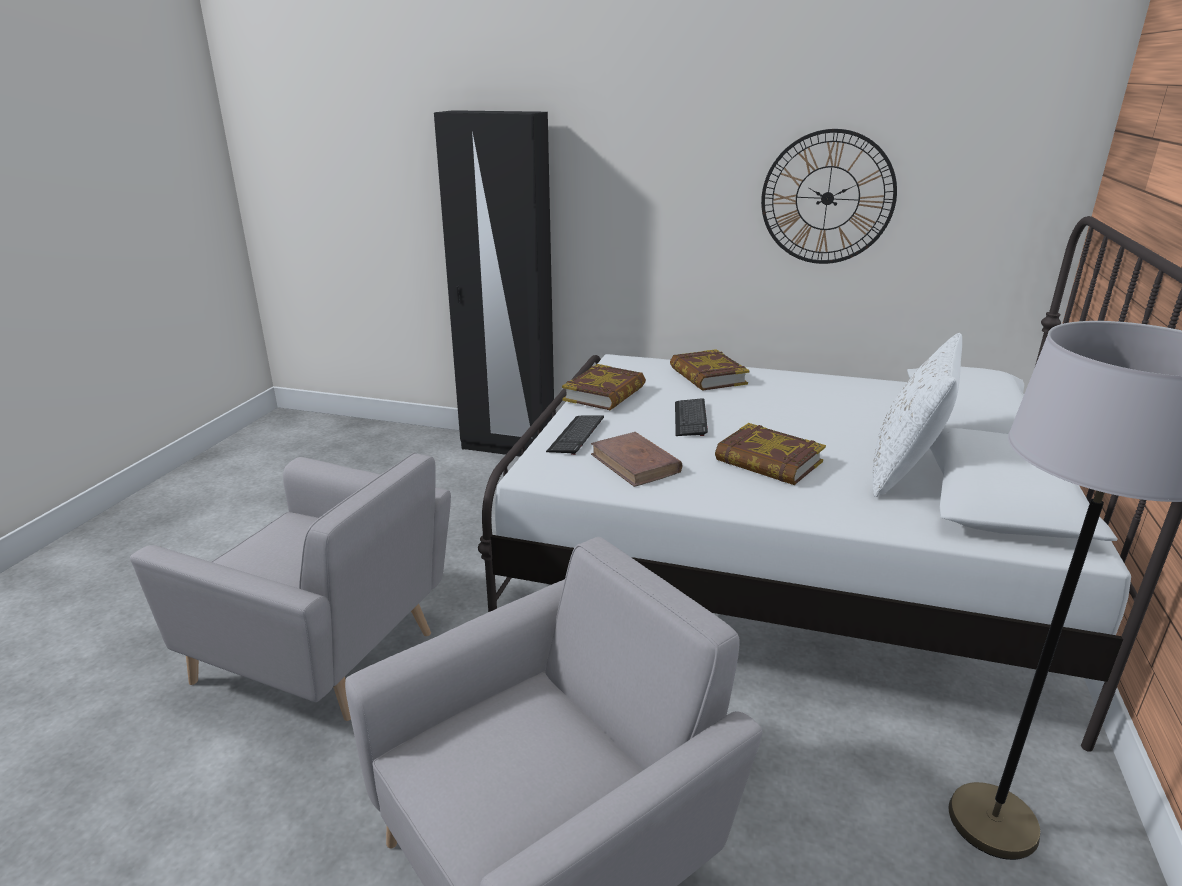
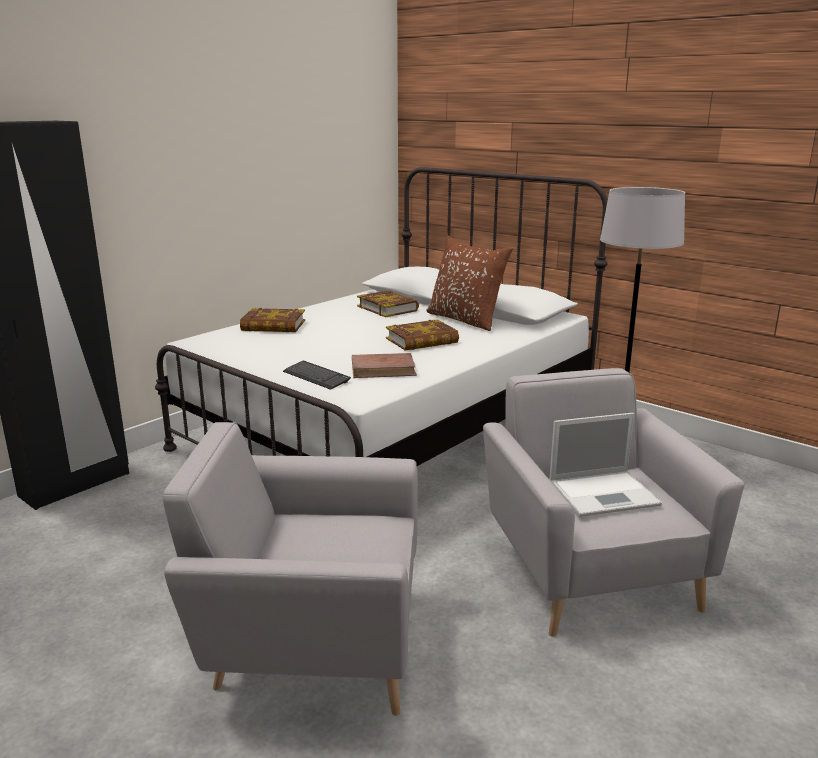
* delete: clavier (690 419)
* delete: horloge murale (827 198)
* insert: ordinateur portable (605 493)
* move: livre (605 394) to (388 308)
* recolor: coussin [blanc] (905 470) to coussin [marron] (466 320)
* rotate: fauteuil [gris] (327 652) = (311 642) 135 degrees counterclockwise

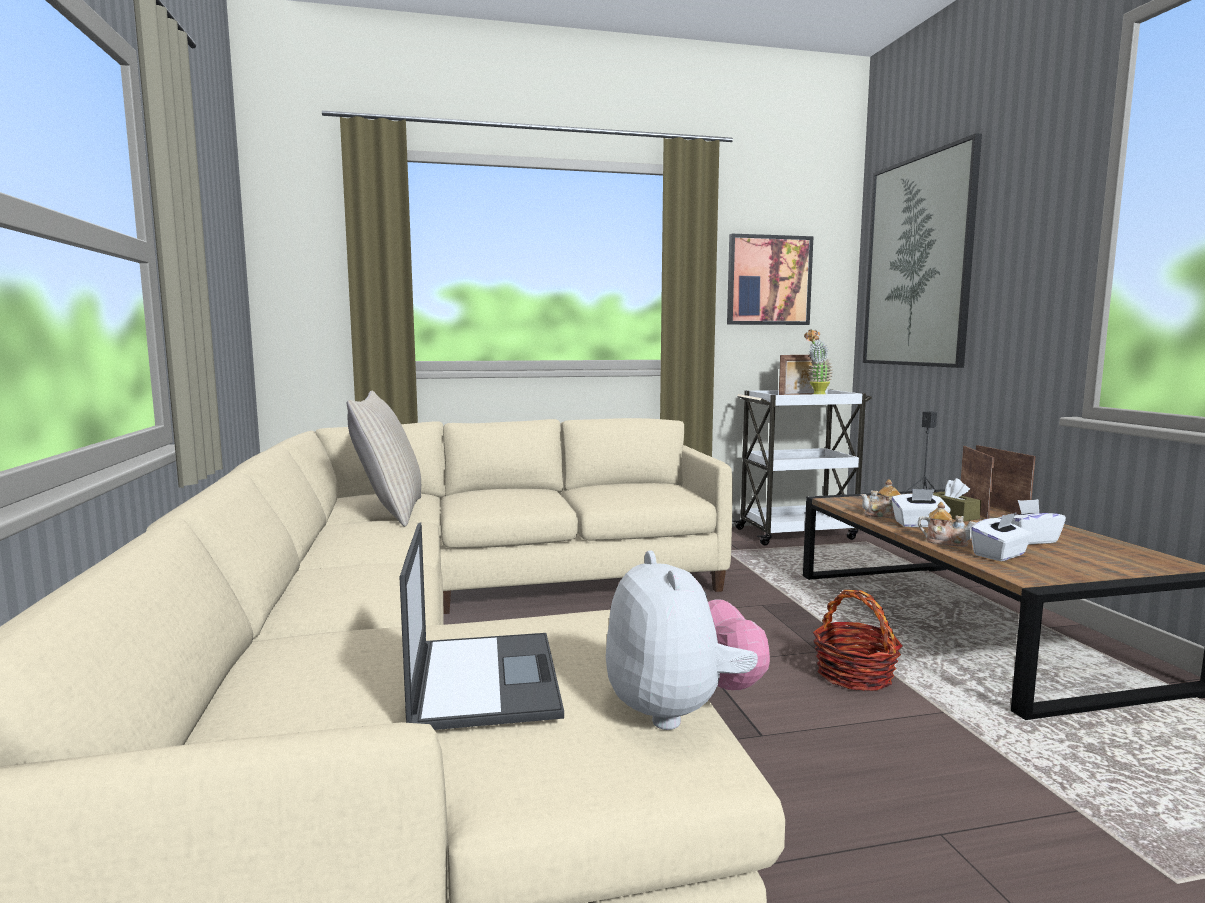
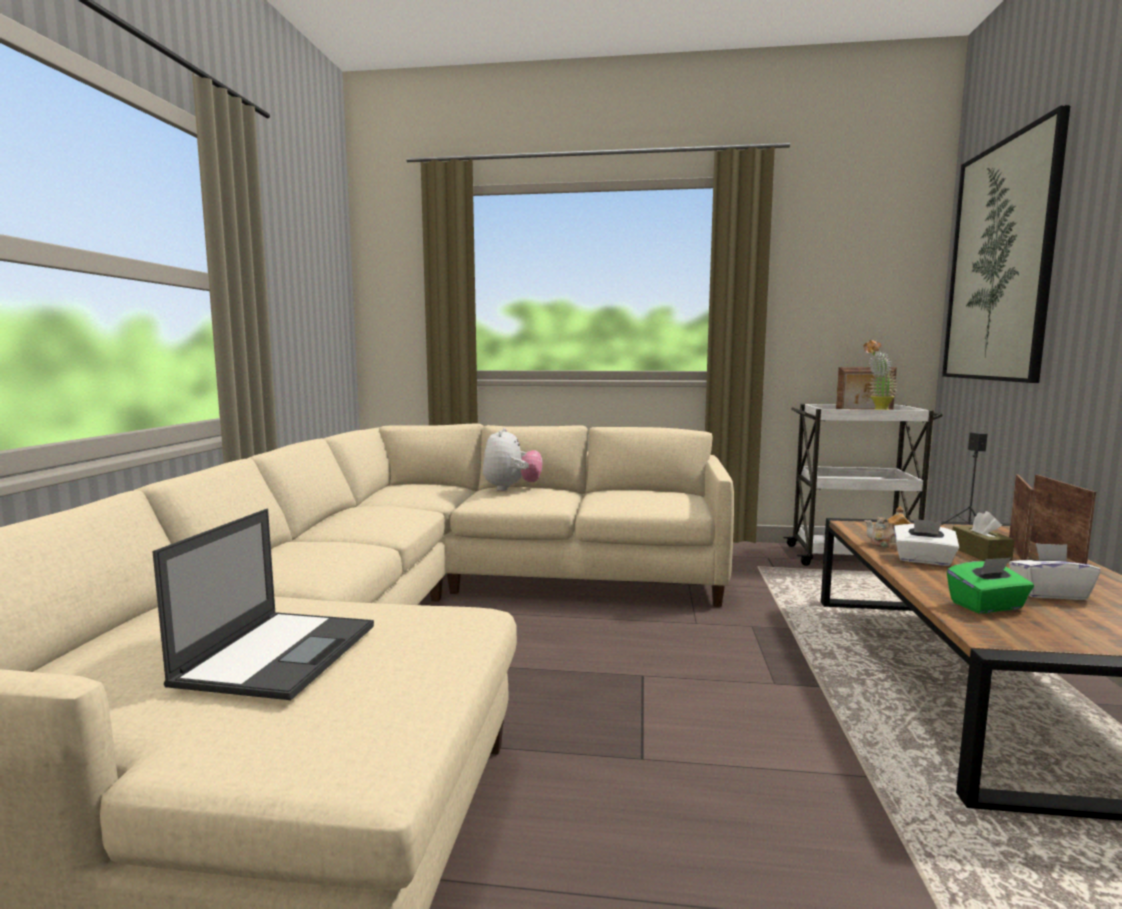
* delete: coussin [beige] (390 512)
* delete: tableau (768 280)
* delete: panier (854 675)
* delete: théière (945 542)
* move: peluche (681 711) to (511 488)
* recolor: boîte à mouchoirs [blanc] (1000 555) to boîte à mouchoirs [vert] (987 606)

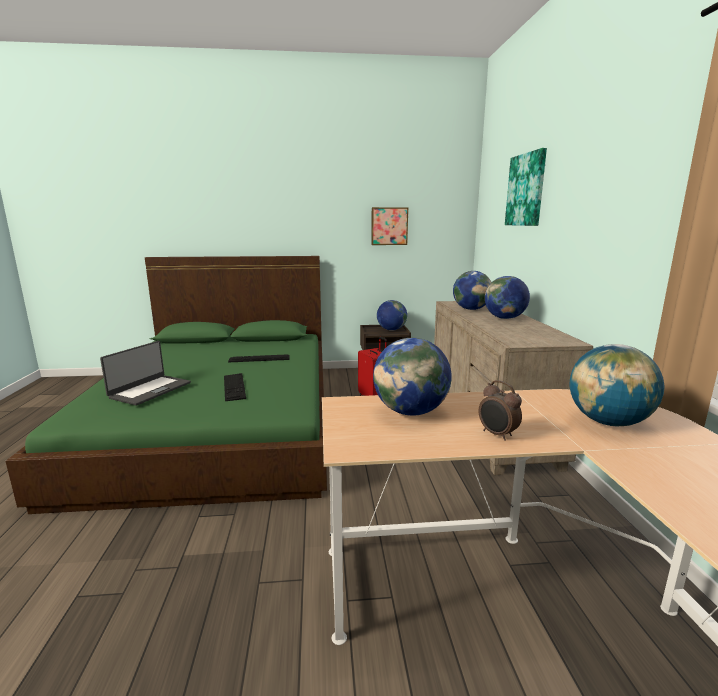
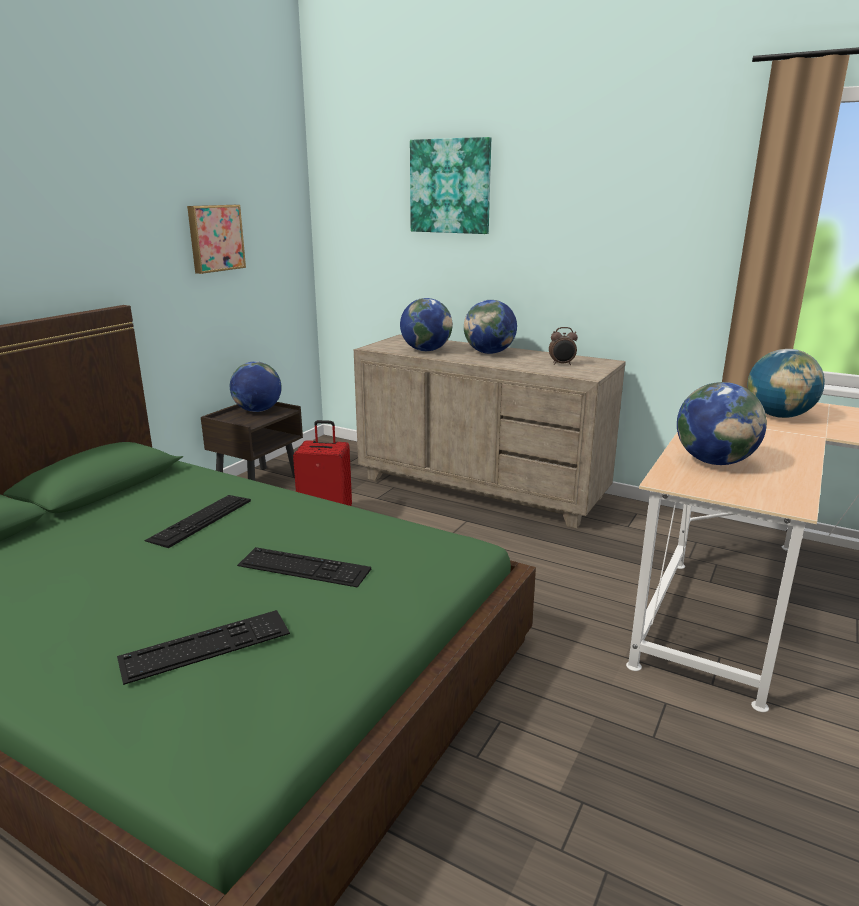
* move: réveil (497 435) to (562 364)
* replace: ordinateur portable (150 390) to clavier (206 646)

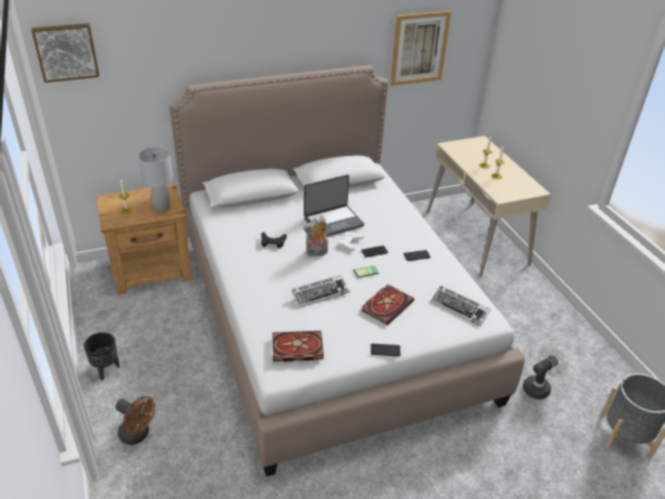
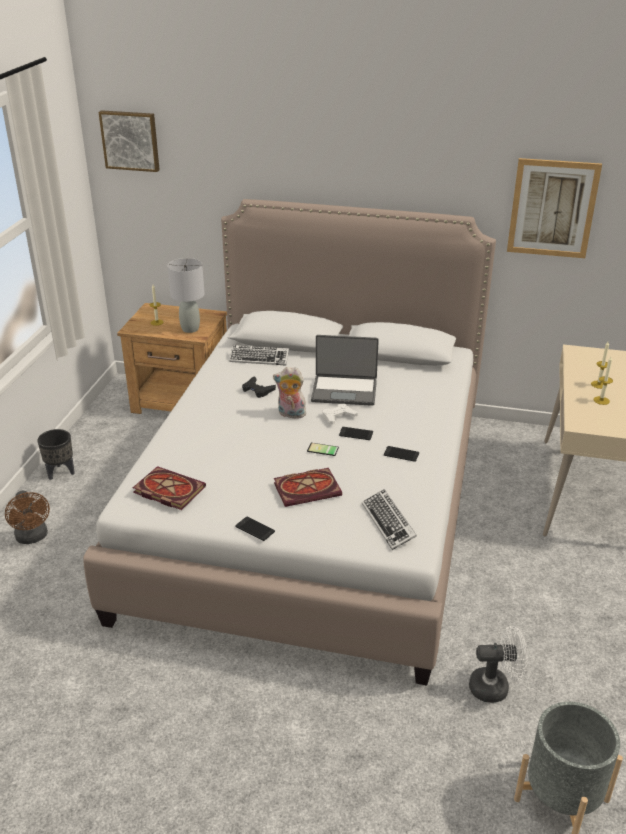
* move: clavier (320 293) to (259 358)

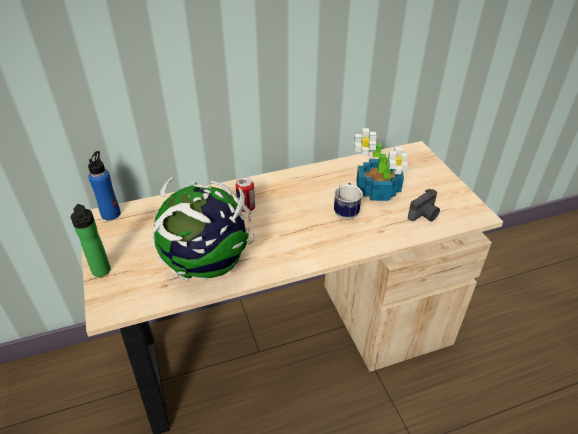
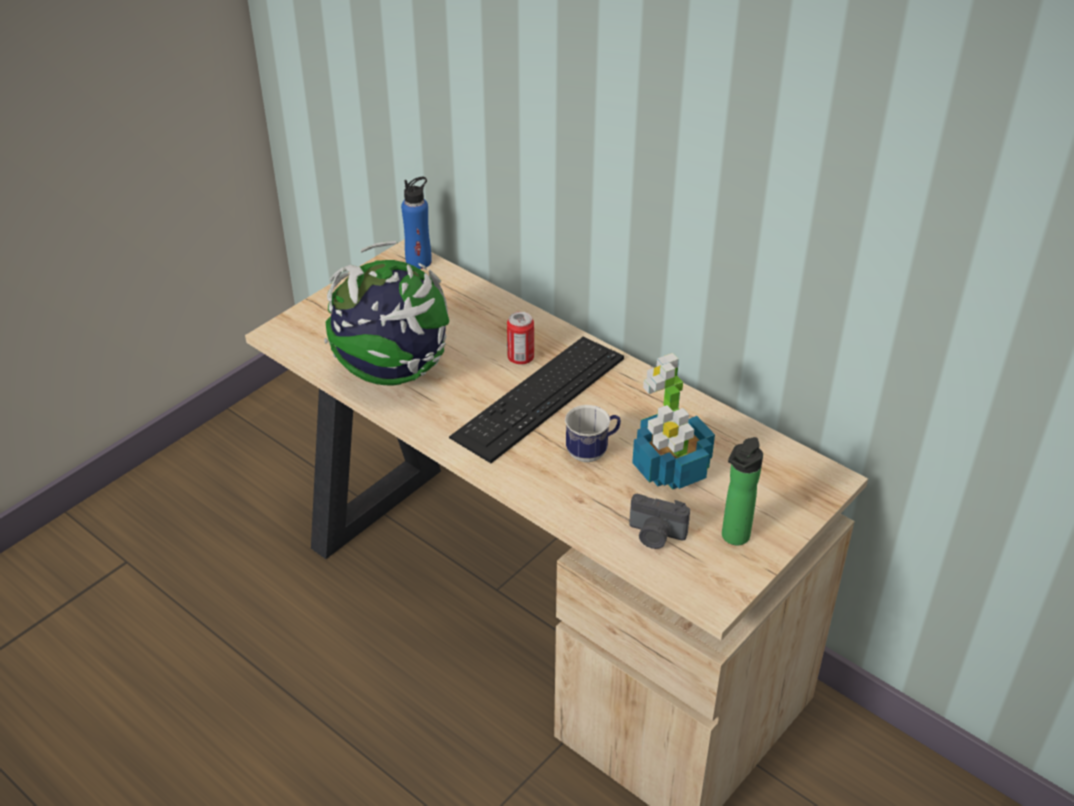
* insert: clavier (539 397)
* move: bouteille (102 272) to (733 538)

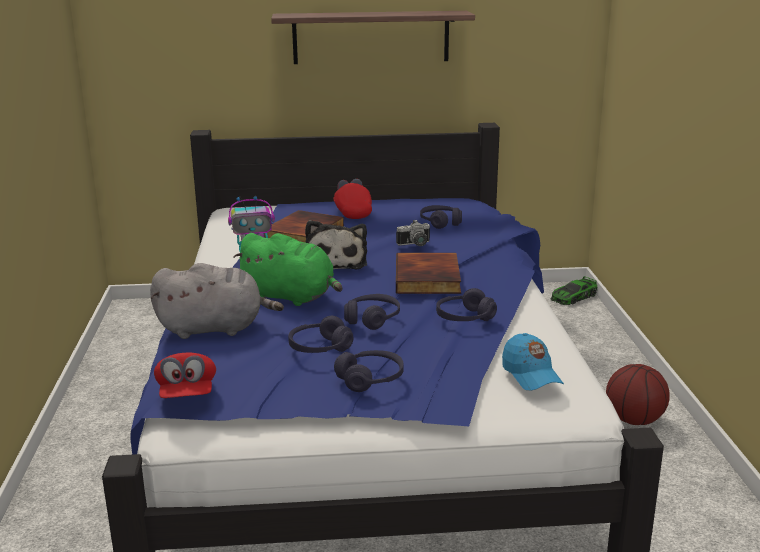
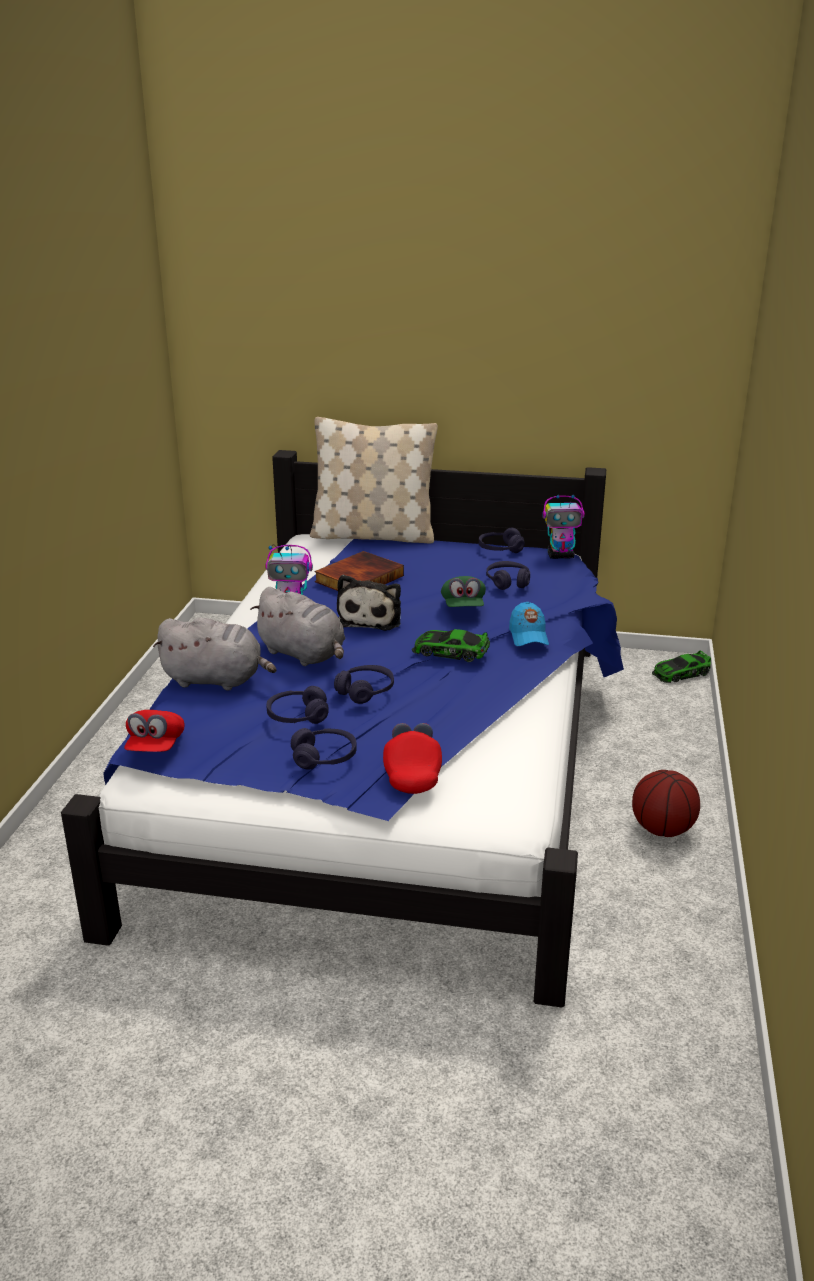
* delete: étagère (371 37)
* insert: coussin [beige] (373 535)
* insert: robot jouet (561 556)
* move: casquette [rouge] (352 212) to (412 773)
* move: casque audio [violet] (464 318) to (500 549)
* move: casquette [bleu] (531 375) to (528 636)
* replace: appareil photo (415 244) to casquette [vert] (463 607)
* replace: livre (429 278) to petite voiture (450 651)
* recolor: peluche [vert] (291 297) to peluche [gris] (304 654)

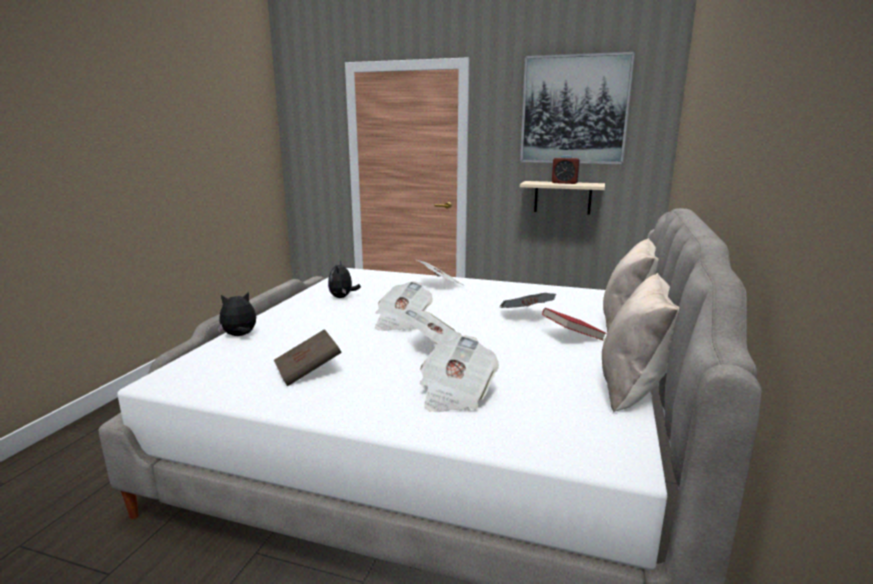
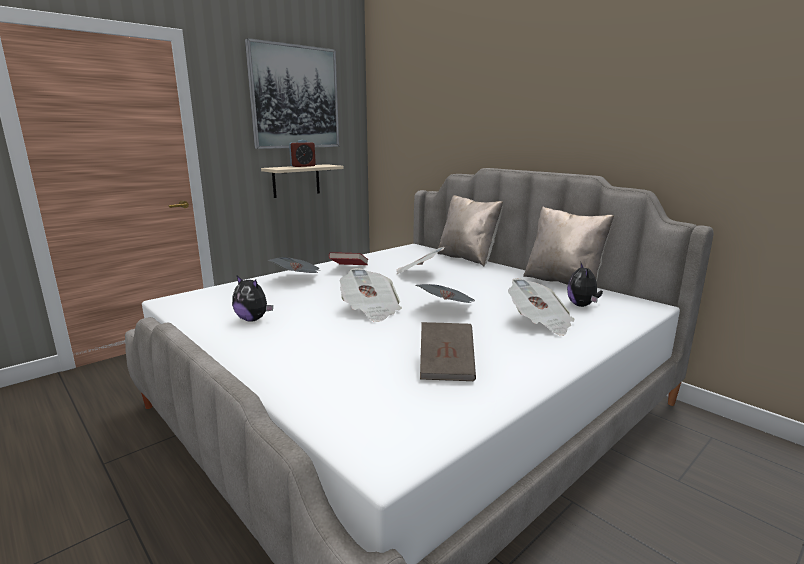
* move: peluche (240 336) to (582 305)
* move: livre [rouge] (572 336) to (349 269)

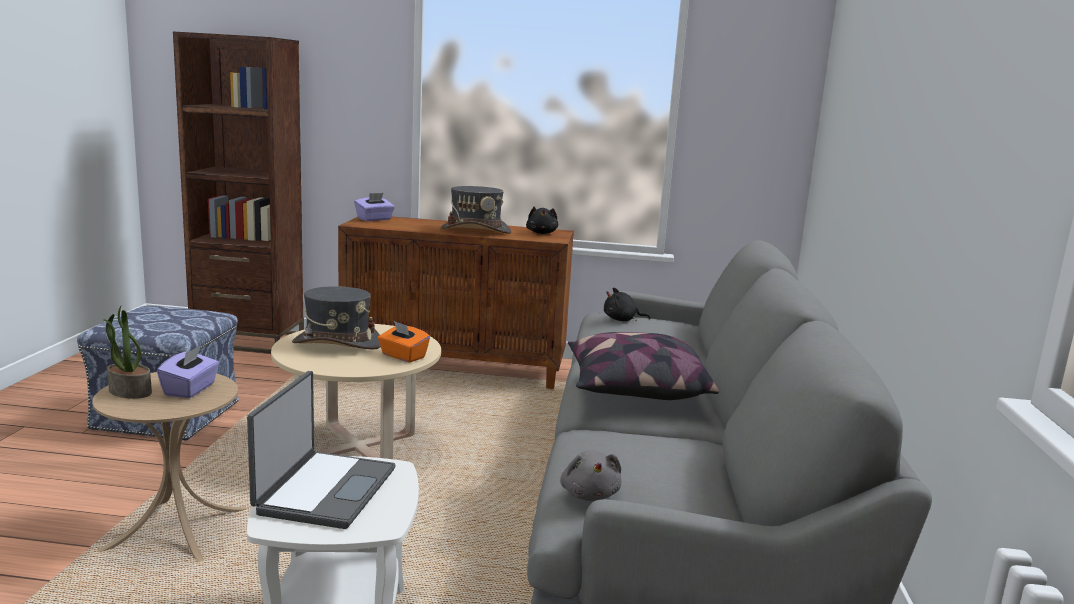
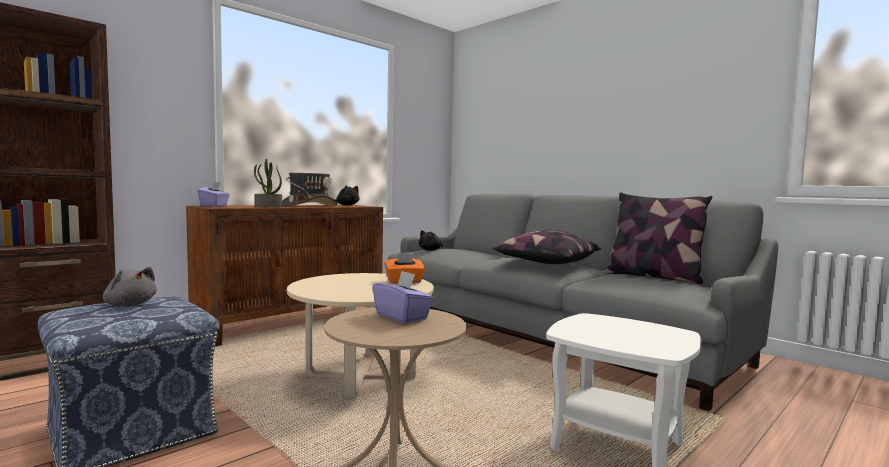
* delete: ordinateur portable (324 490)
* delete: chapeau [gris] (337 343)
* insert: coussin (653 277)
* move: plante en pot (129 392) to (268 207)
* move: peluche [gris] (589 494) to (130 305)

